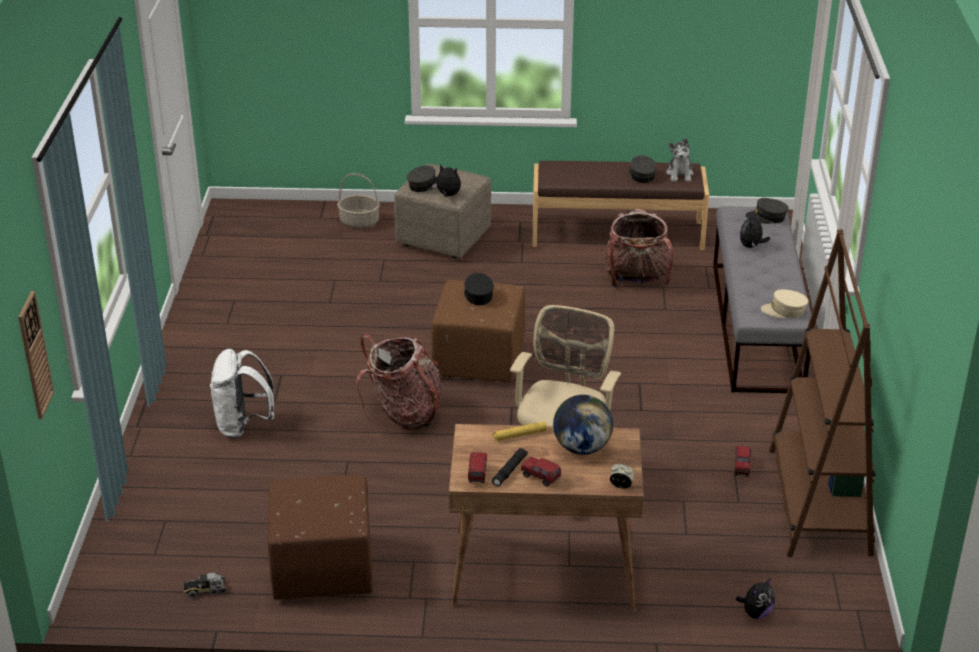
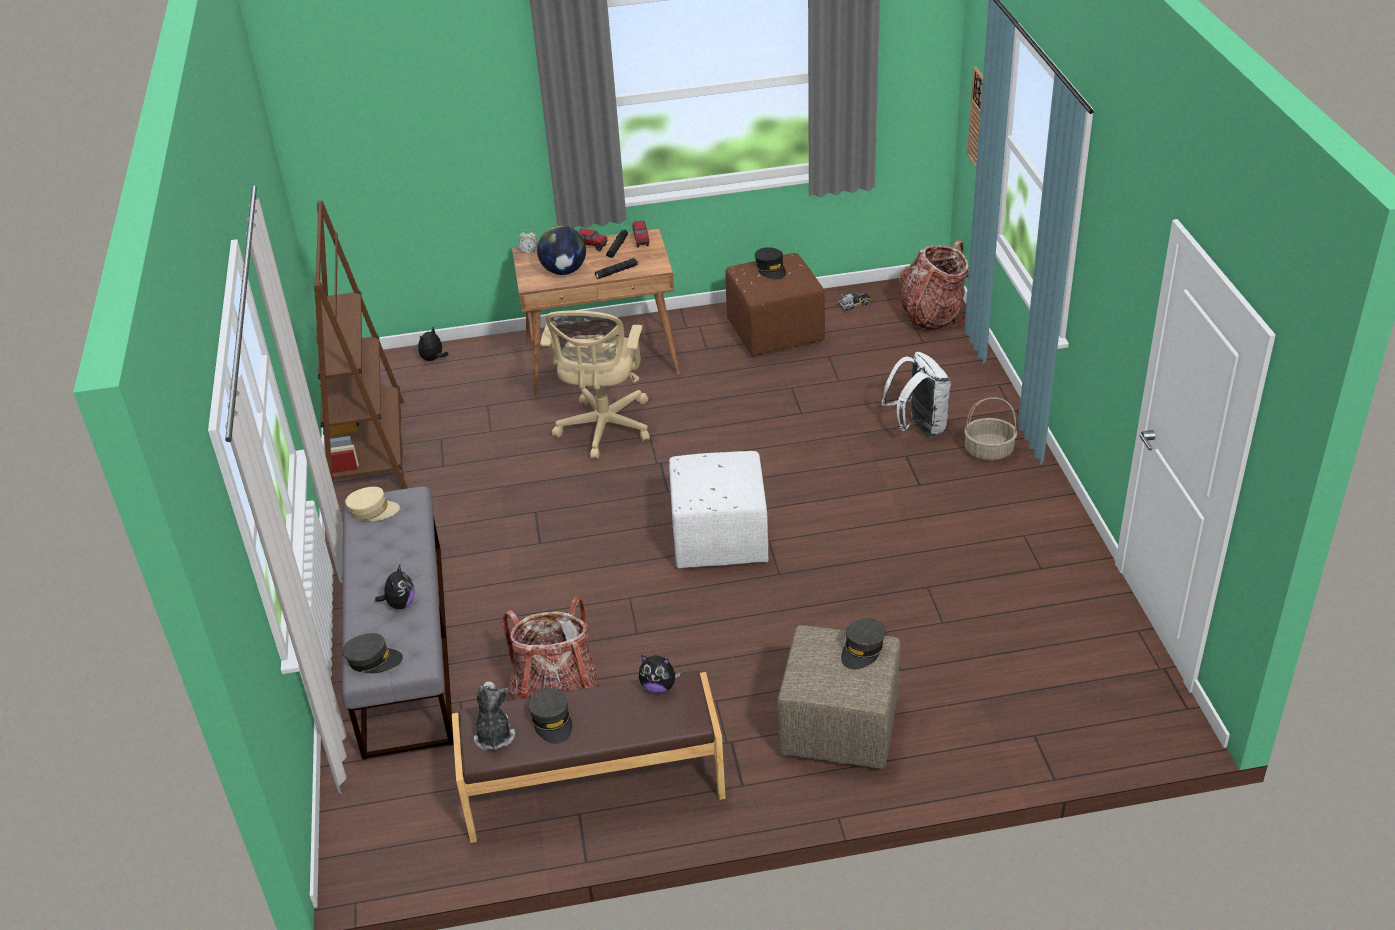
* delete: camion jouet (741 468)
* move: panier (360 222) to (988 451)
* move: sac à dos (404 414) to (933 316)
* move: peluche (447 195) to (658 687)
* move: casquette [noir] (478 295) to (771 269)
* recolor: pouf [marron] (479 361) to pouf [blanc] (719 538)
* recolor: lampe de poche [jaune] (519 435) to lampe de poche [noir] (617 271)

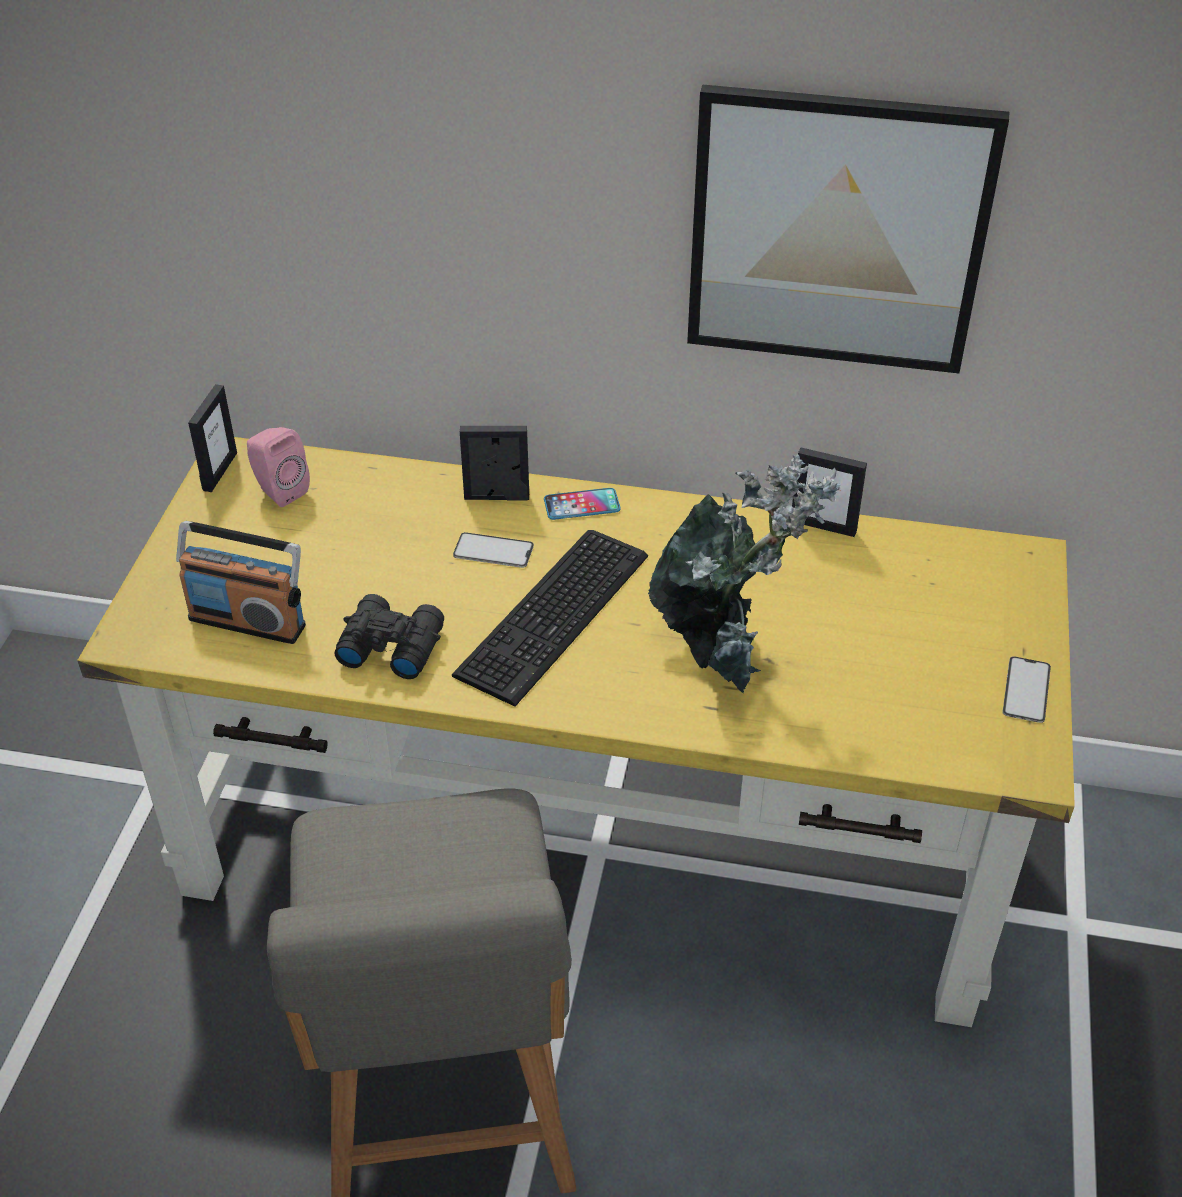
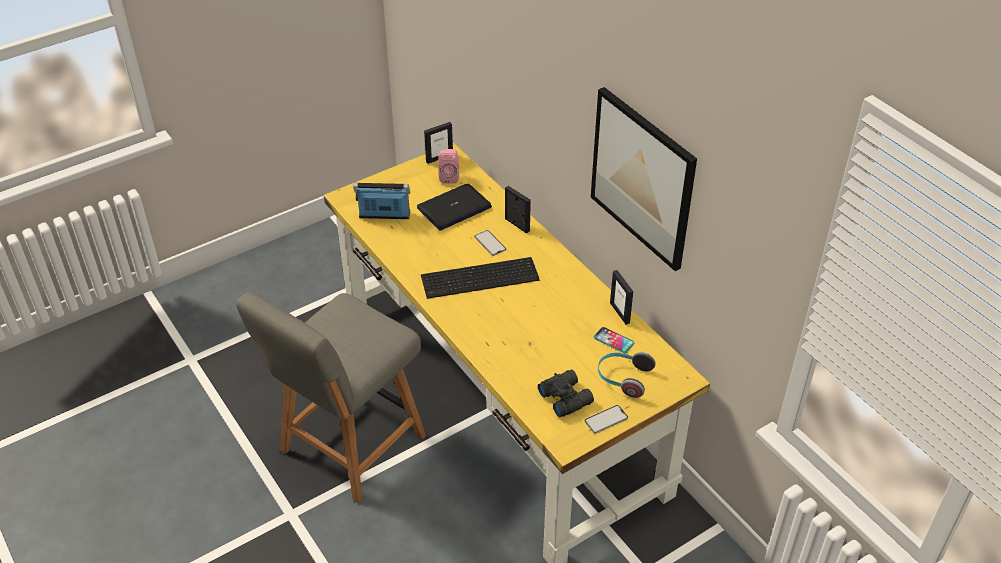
* delete: plante en pot (724 651)
* insert: ordinateur portable (454 208)
* insert: casque audio (623 378)
* move: jumelles [noir] (390 645) to (565 397)
* move: téléphone (582 505) to (613 340)
* rotate: radio (248 621) = (384 215) 120 degrees clockwise

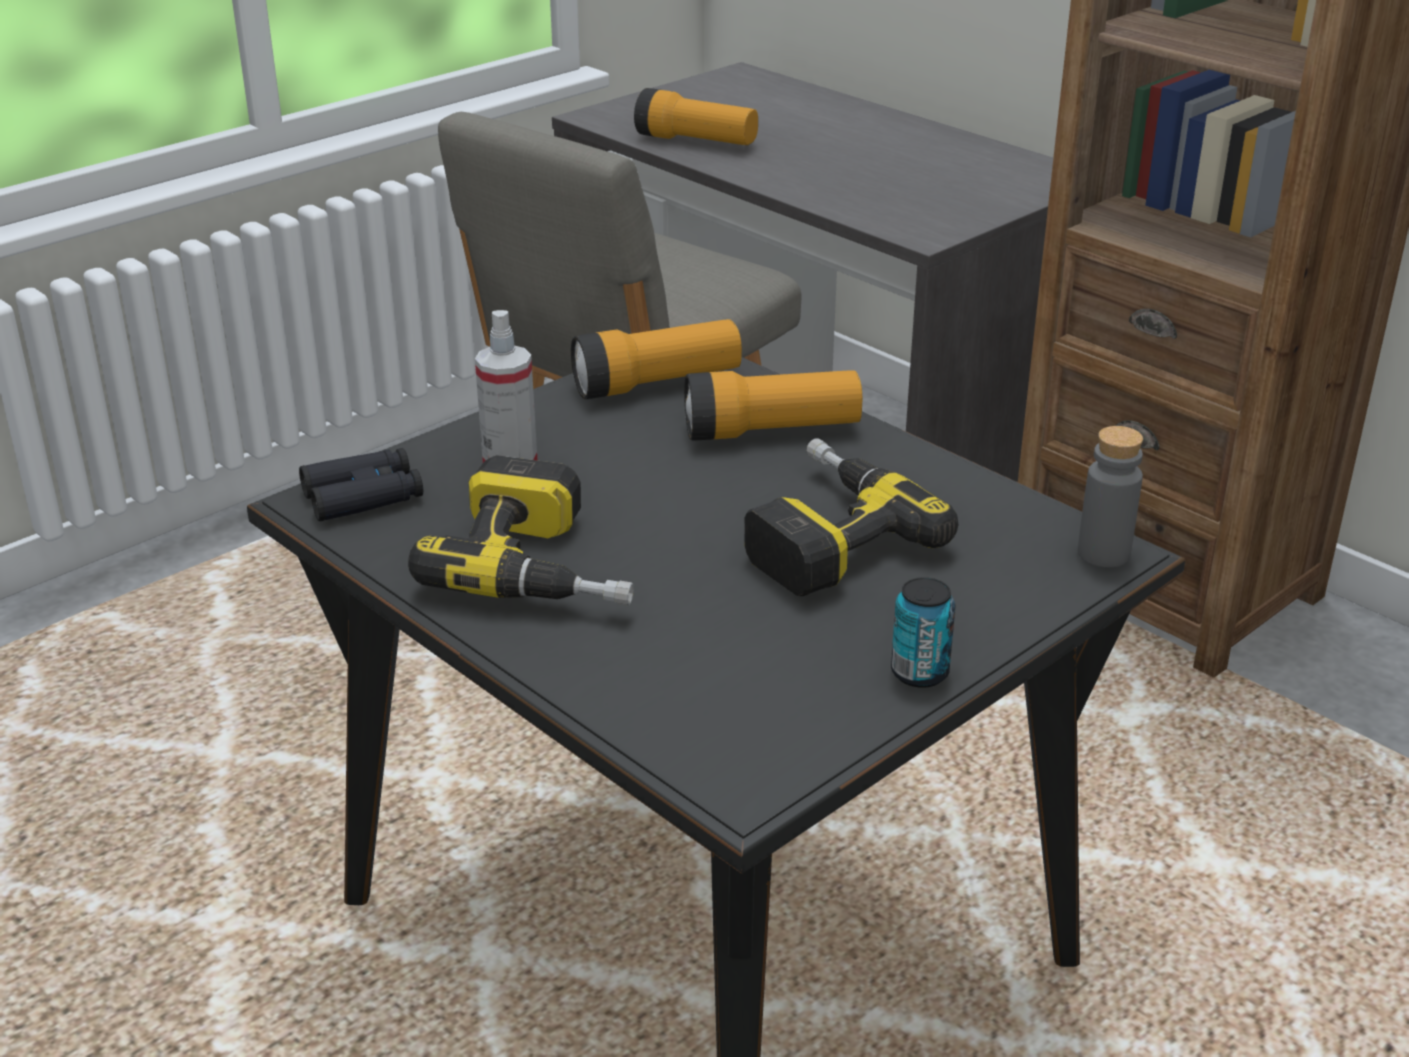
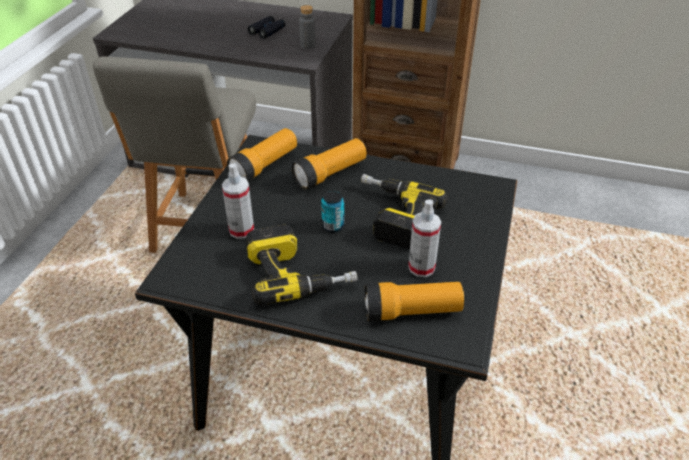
* insert: vaporisateur (421 267)
* move: jumelles [noir] (363 496) to (267 31)
* move: lampe de poche (696 141) to (412 311)
* move: boîte métallique (919 673) to (333 226)
* move: bouteille [gris] (1103 553) to (307 45)

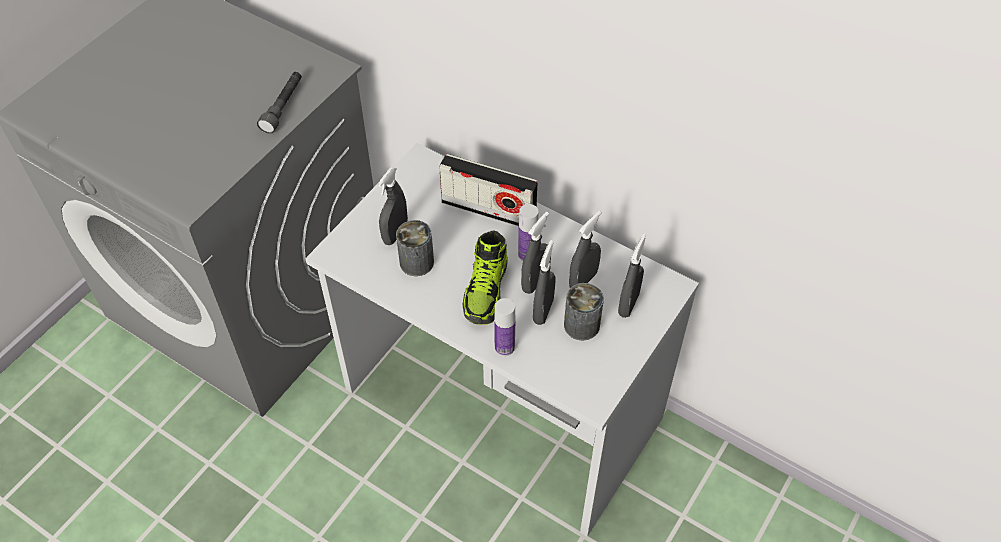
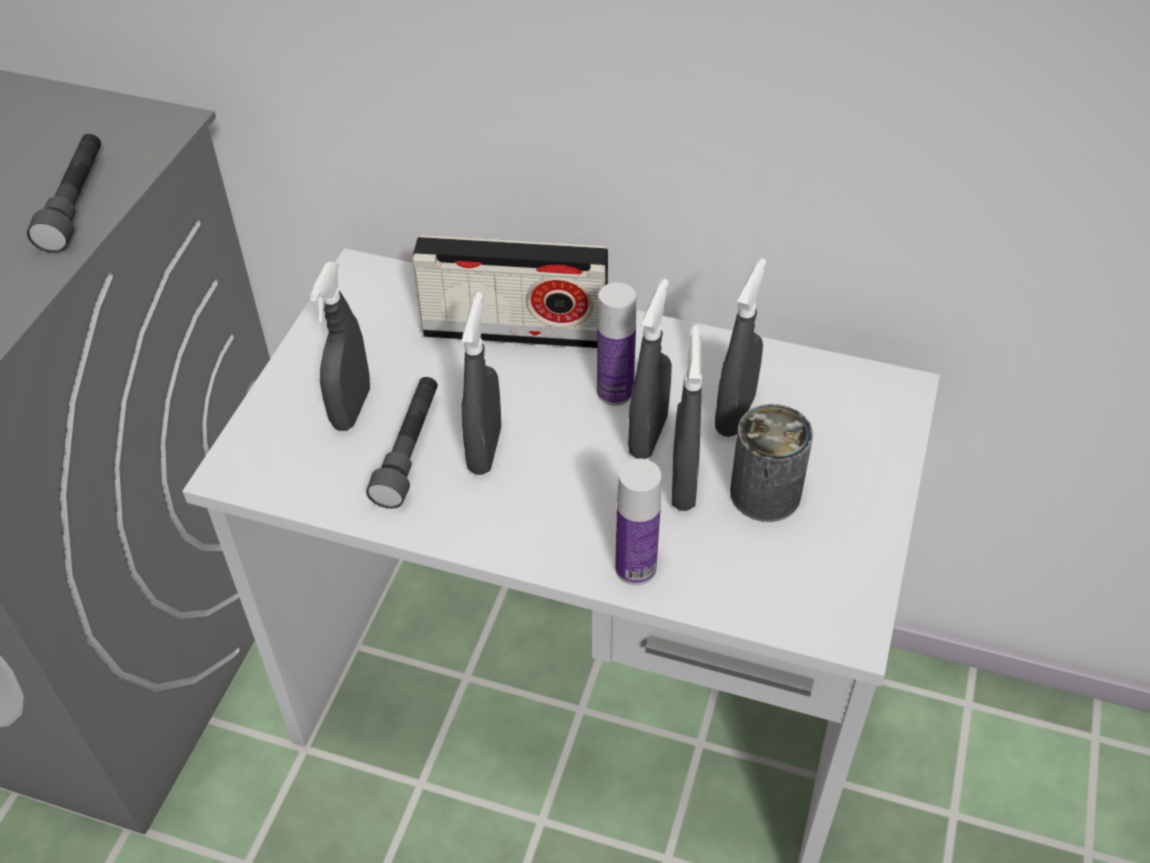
* delete: chaussure (486 291)
* move: vaporisateur [gris] (628 304) to (485 450)
* replace: boîte métallique (416 262) to lampe de poche [gris] (409 450)

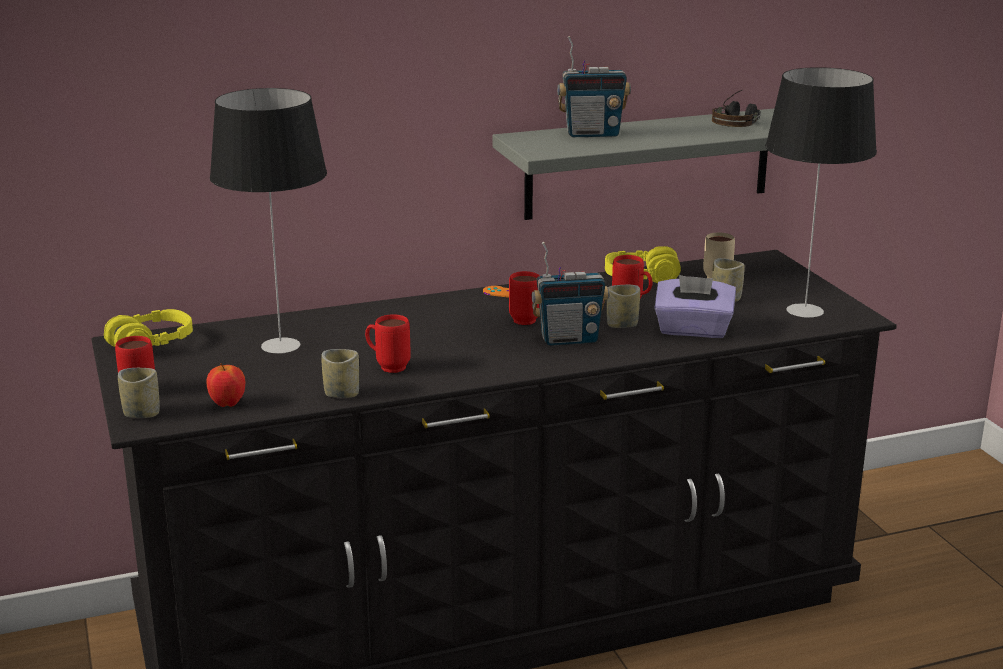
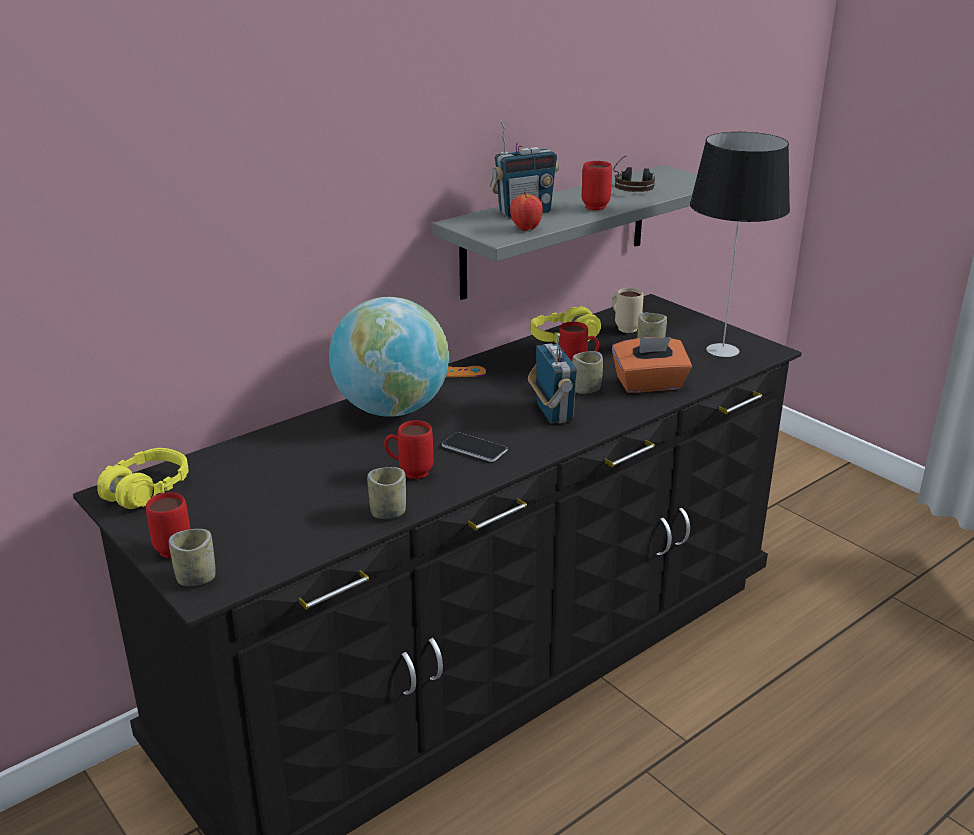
* delete: lampe de table (280 346)
* insert: globe (391 409)
* insert: téléphone (474 448)
* move: pomme (227 404) to (526 229)
* move: mug [rouge] (524 318) to (592 206)
* recolor: boîte à mouchoirs [violet] (693 330) to boîte à mouchoirs [orange] (649 385)
* rotate: radio (569 339) = (552 412) 75 degrees counterclockwise

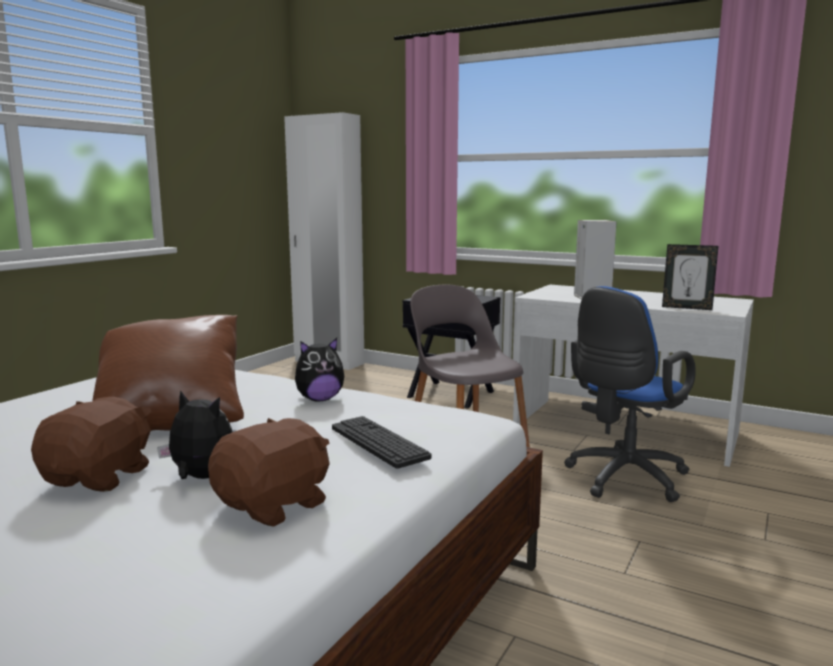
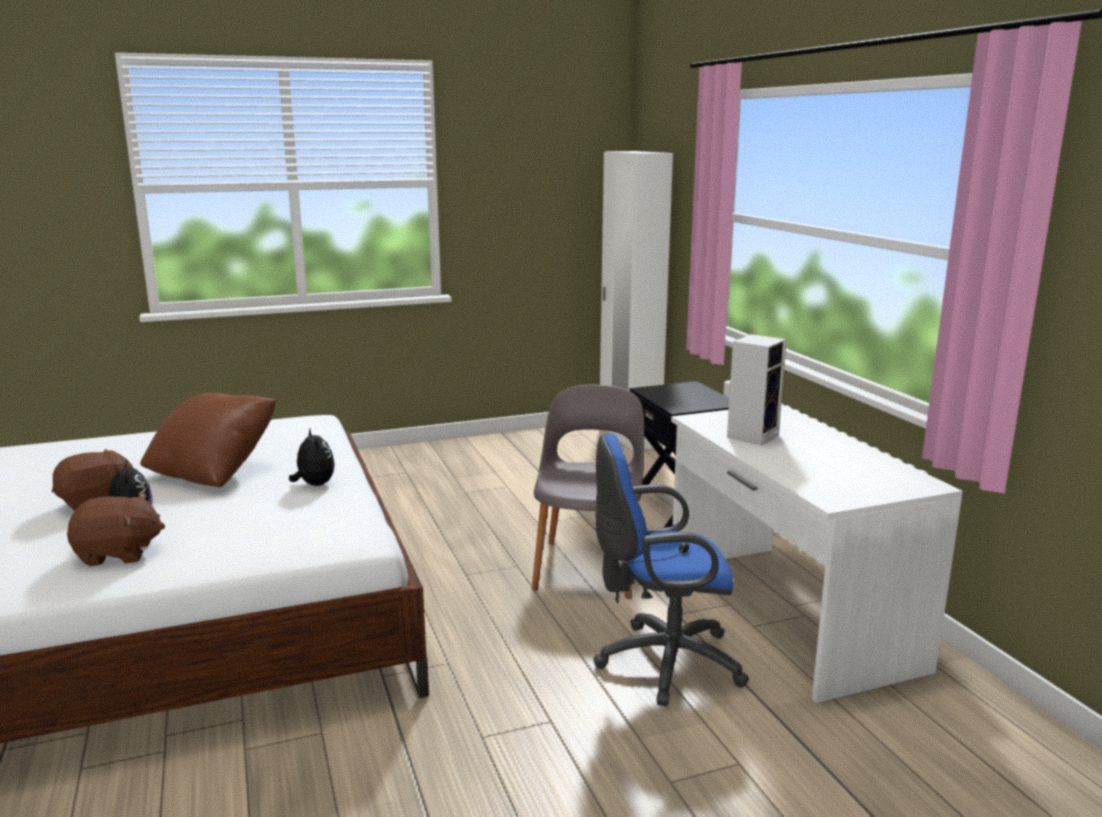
* delete: clavier (378 442)
* delete: cadre photo (686 308)
* rotate: peluche (319 399) = (314 484) 135 degrees counterclockwise

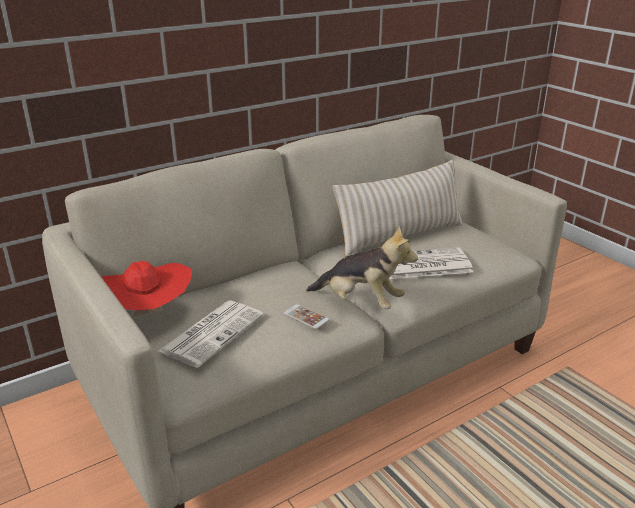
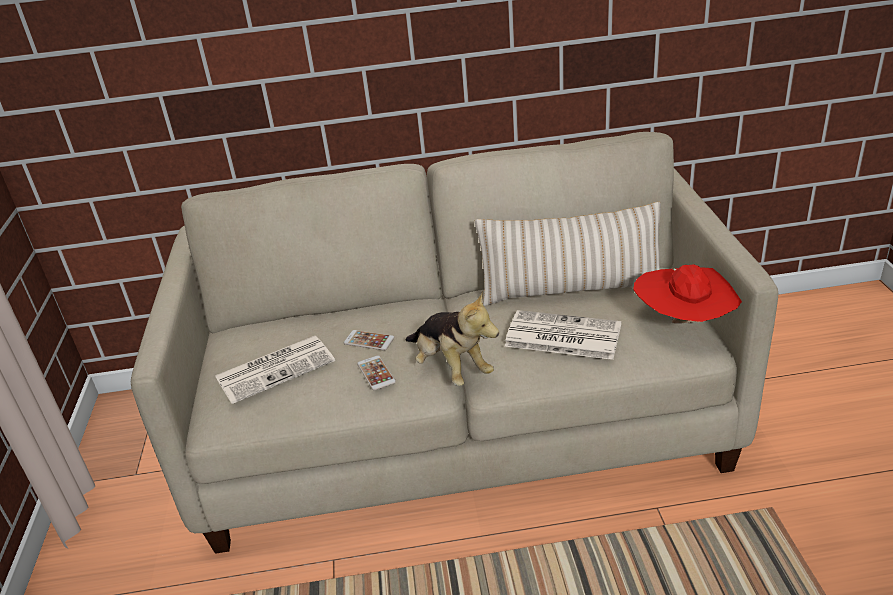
* insert: téléphone (369 341)
* move: chapeau [rouge] (147 315) to (686 324)

